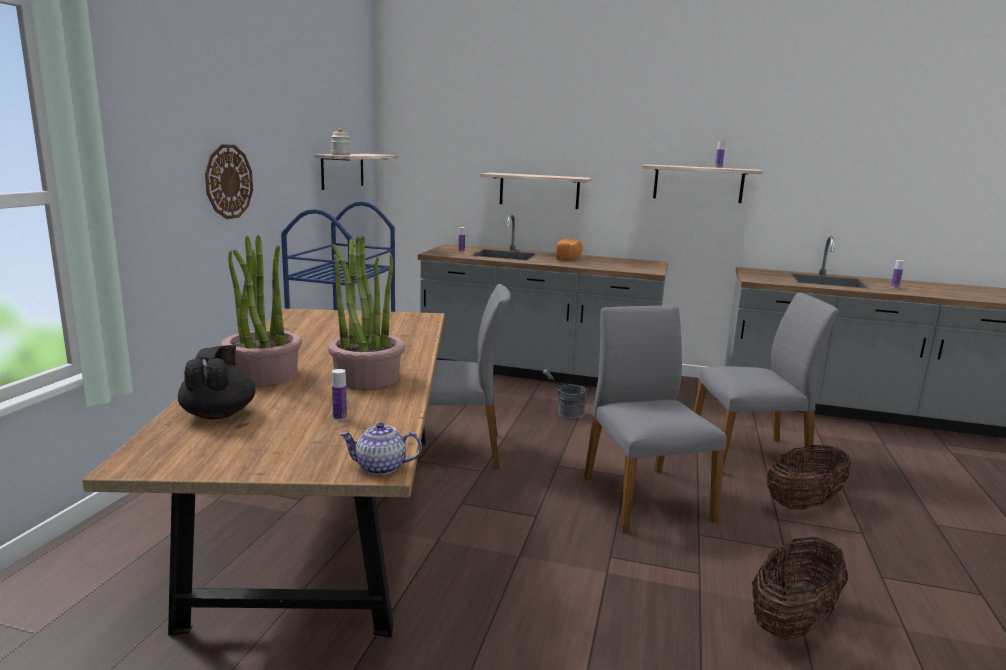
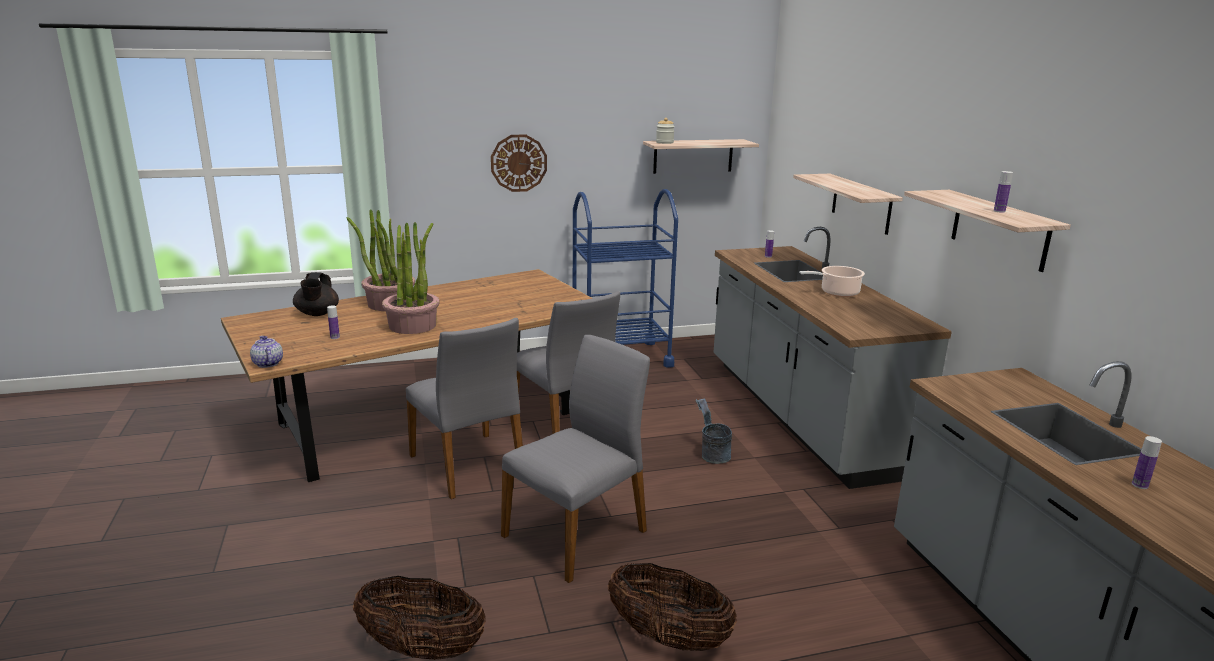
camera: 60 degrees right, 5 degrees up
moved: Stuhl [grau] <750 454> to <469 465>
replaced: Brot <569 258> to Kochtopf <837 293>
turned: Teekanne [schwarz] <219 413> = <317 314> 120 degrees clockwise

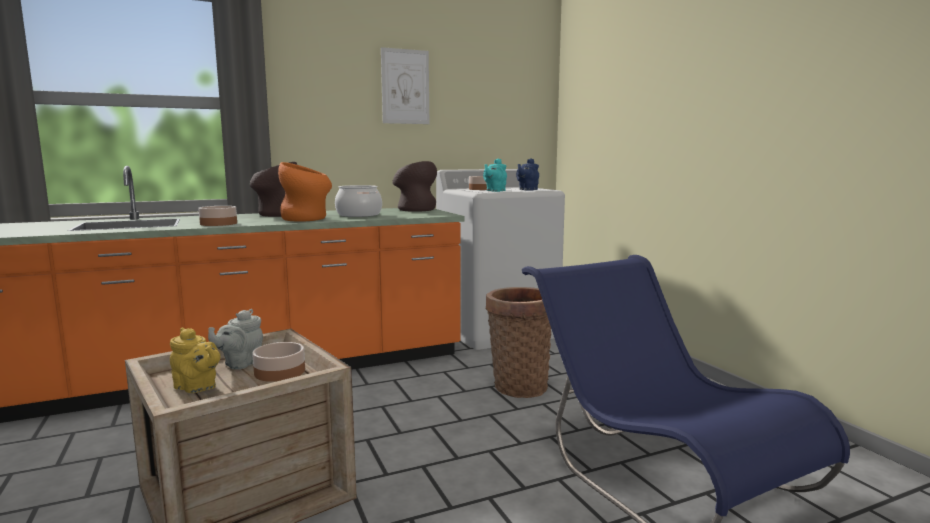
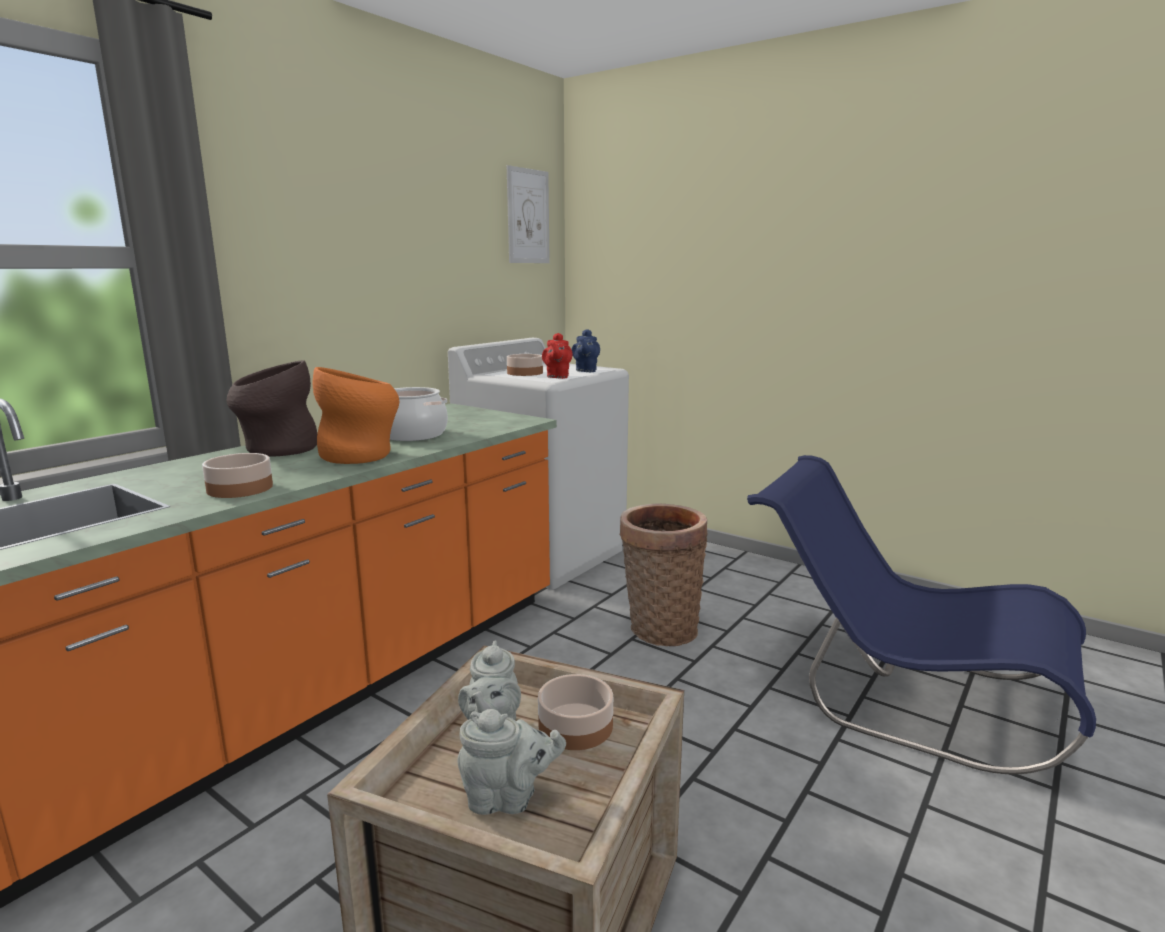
camera: 30 degrees left, 5 degrees up
removed: Vase [braun] <415 209>
moved: Bild <405 87> to <528 216>
recoloured: Teekanne [gelb] <197 388> to Teekanne [grau] <507 798>; Teekanne [türkis] <495 191> to Teekanne [rot] <557 377>

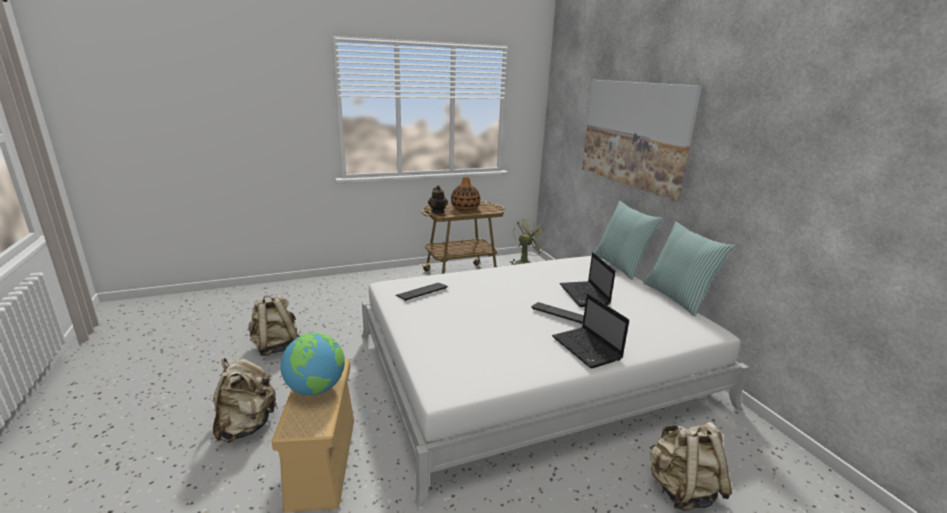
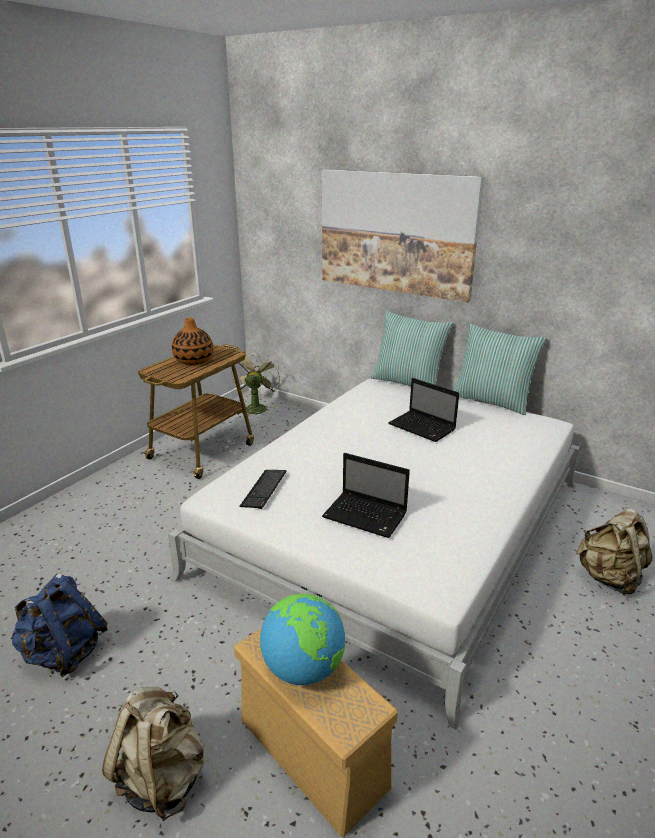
camera: 35 degrees left, 5 degrees up
removed: Teekanne <438 212>; Tastatur <559 313>
moved: Laptop <587 349> to <366 516>
recoloured: Rucksack [beige] <276 347> to Rucksack [blau] <64 653>

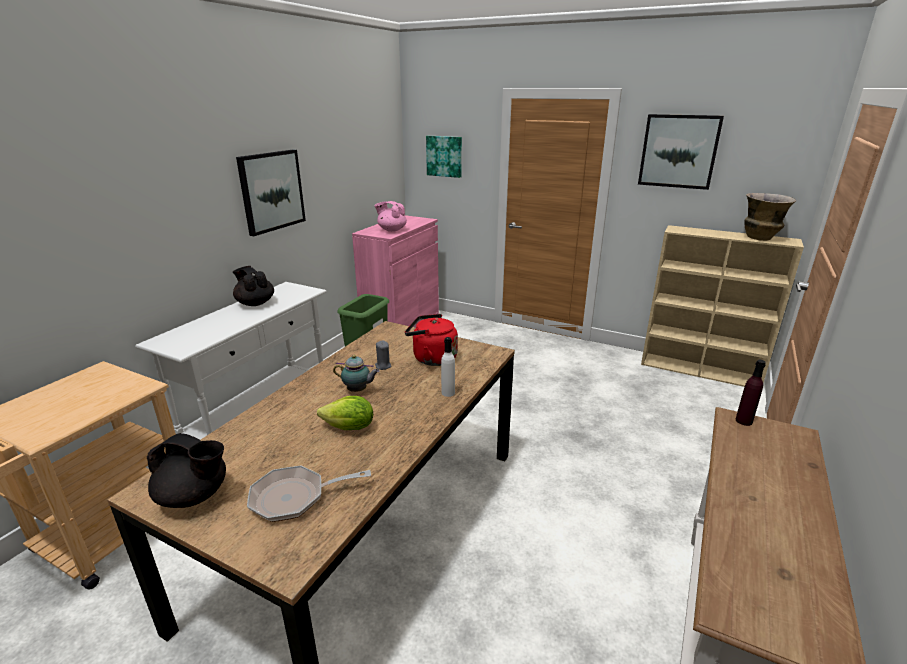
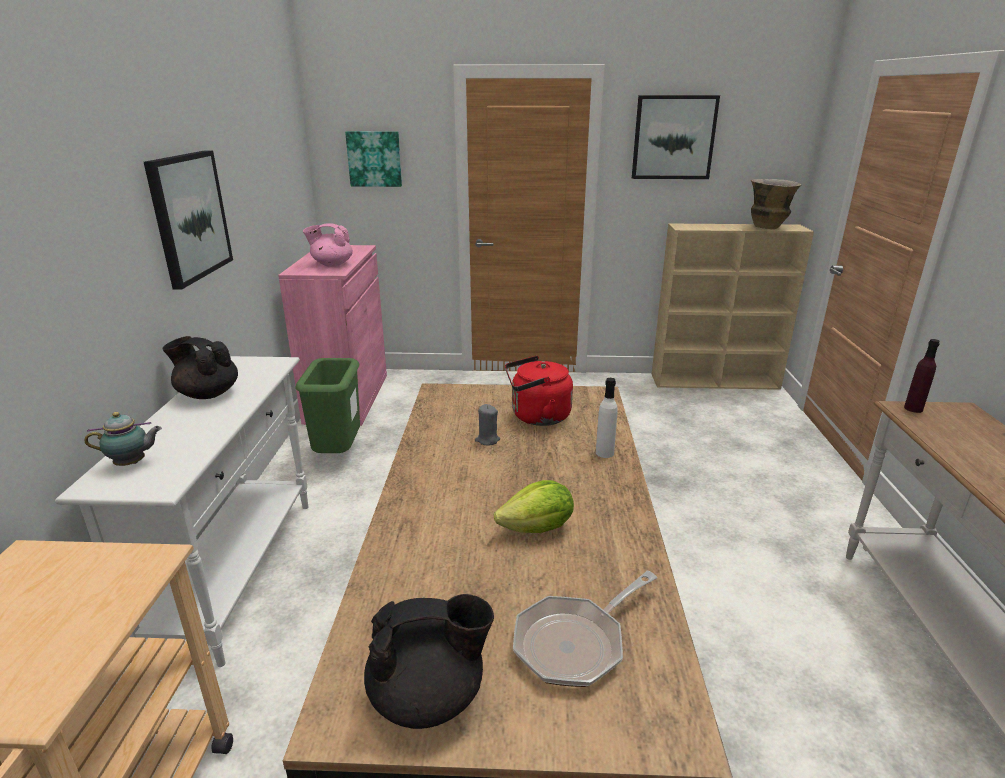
camera: 25 degrees left, 0 degrees up
moved: Teekanne <358 390> to <133 464>

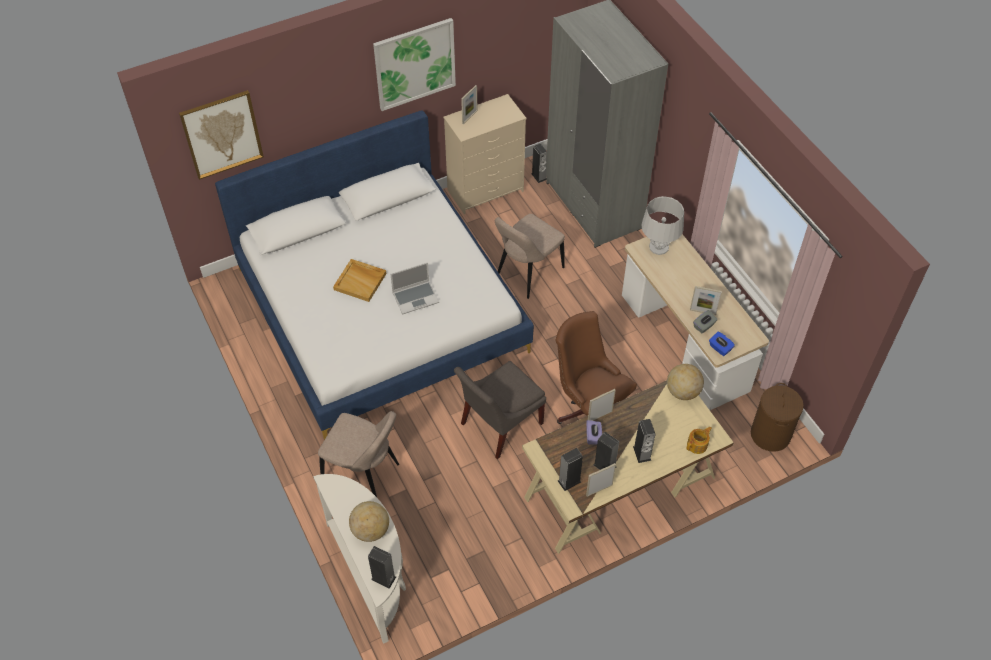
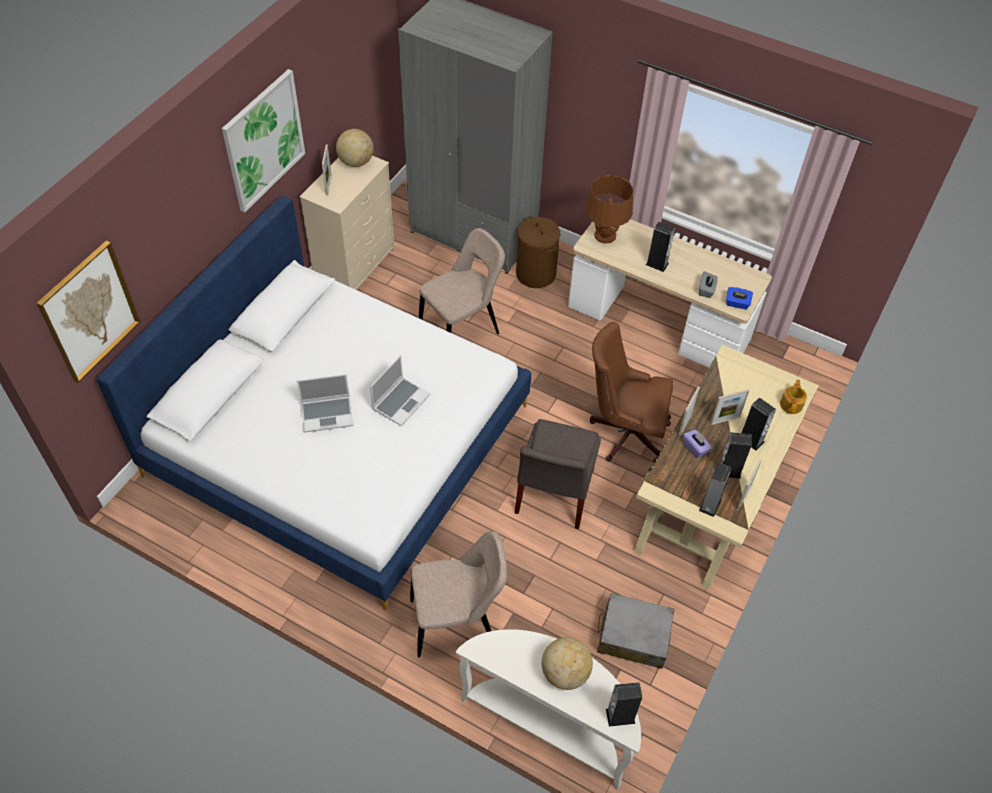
camera: 35 degrees left, 0 degrees up
added: Koffer [grau] <633 636>
moved: Globus <682 392> to <356 162>; Wäschekorb [braun] <770 435> to <536 274>; Lautsprecher <539 176> to <657 264>; Bilderrahmen <703 312> to <725 420>
replaced: Tablett [beige] <360 281> to Laptop <328 414>
recoloured: Tischlampe [grau] <658 247> to Tischlampe [braun] <605 235>
turned: Stuhl [beige] <527 274> = <462 330> 135 degrees counterclockwise

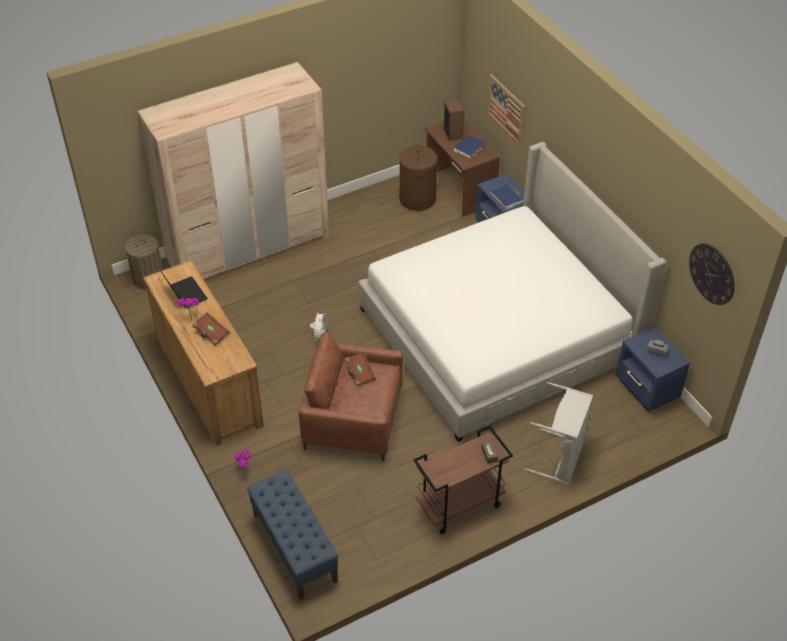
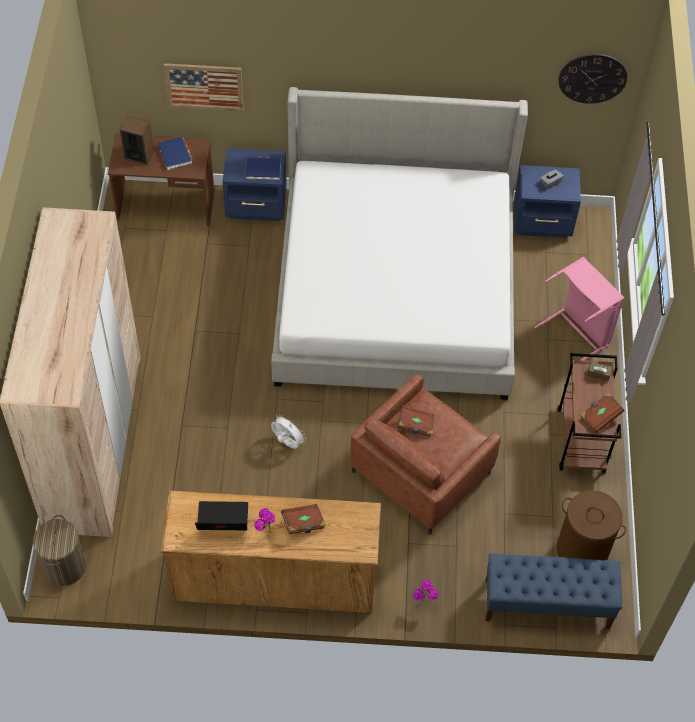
camera: 60 degrees left, 10 degrees up
added: Buch [braun] <600 416>
moved: Wäschekorb [braun] <417 199> to <582 550>
recoloured: Wäschekorb [grau] <561 459> to Wäschekorb [rosa] <577 332>

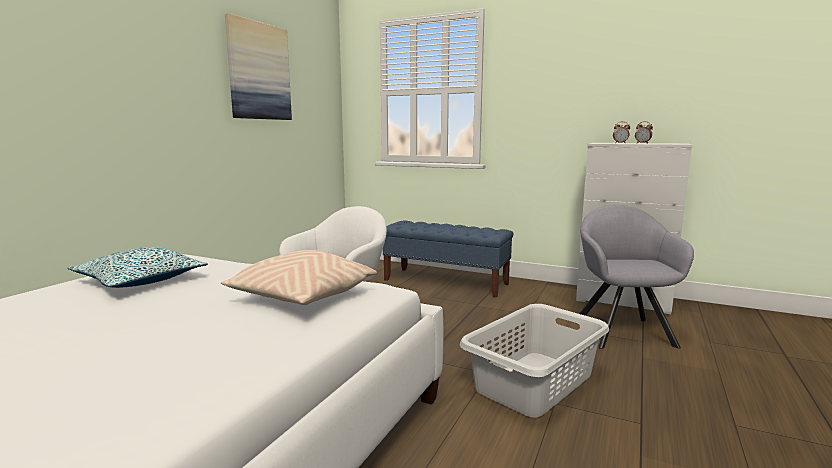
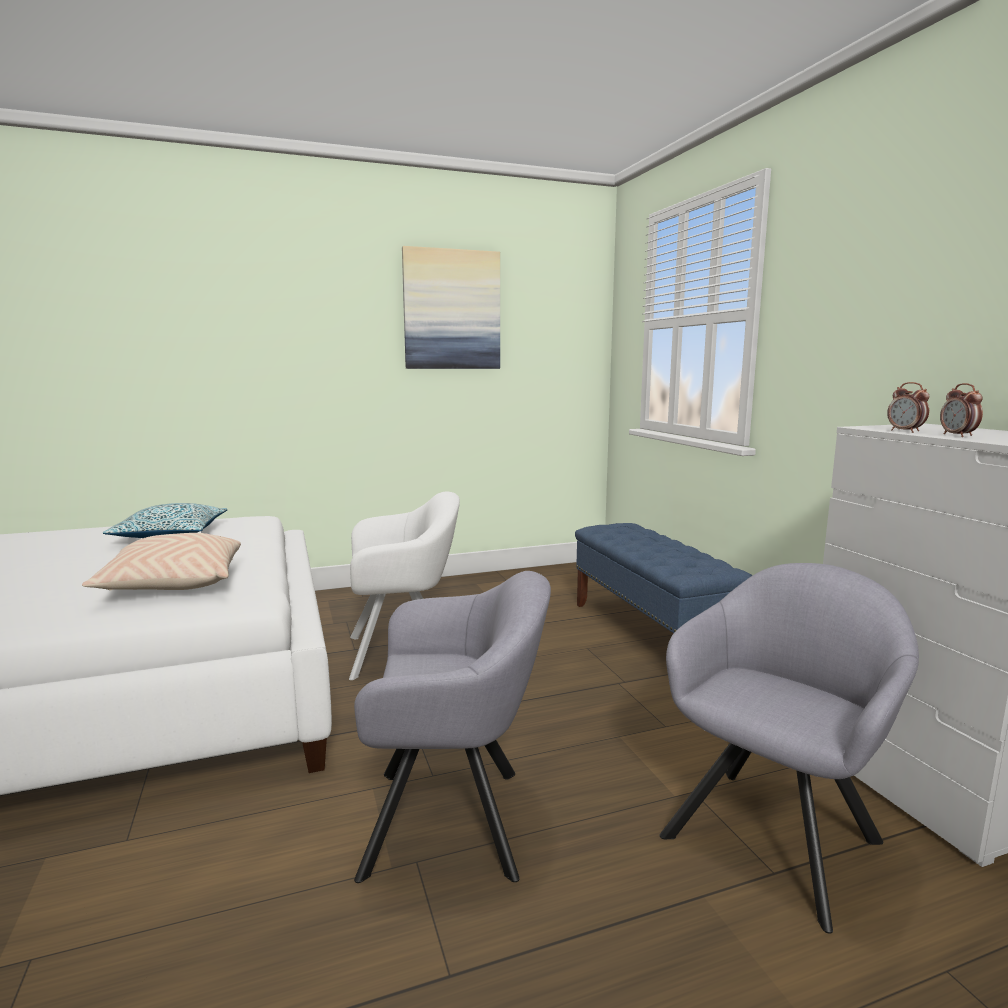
camera: 45 degrees right, 0 degrees up
replaced: Wäschekorb [grau] <535 382> to Sessel [grau] <456 821>

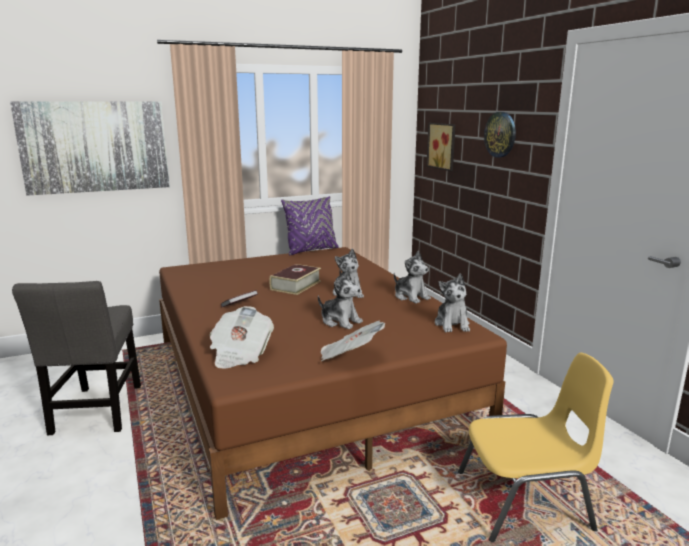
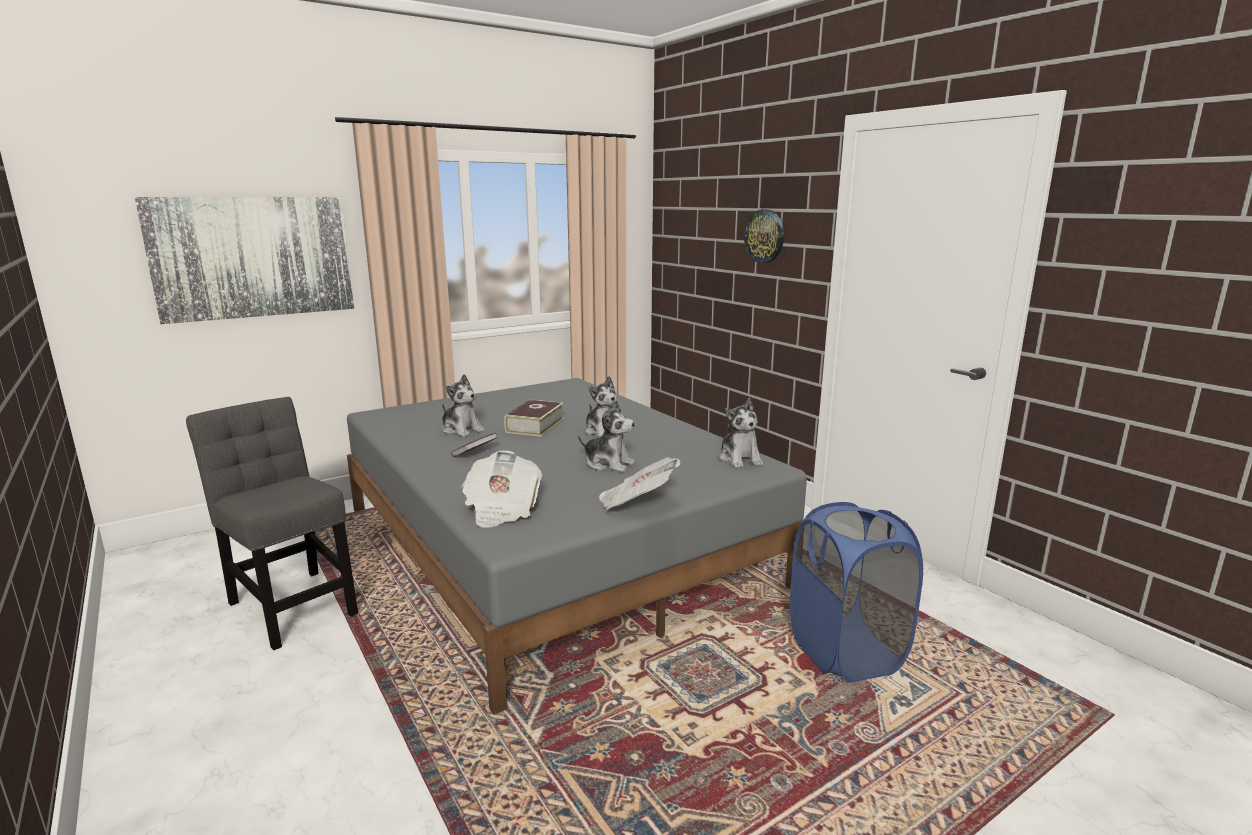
camera: 10 degrees left, 0 degrees up
removed: Kissen [lila] <311 250>; Bild <443 146>
moved: Plüschtier <411 297> to <462 430>
replaced: Stuhl [gelb] <525 501> to Wäschekorb [blau] <845 652>
recoloured: Bett [braun] <304 382> to Bett [grau] <552 544>
turned: Stuhl [grau] <96 412> = <291 605> 150 degrees clockwise

